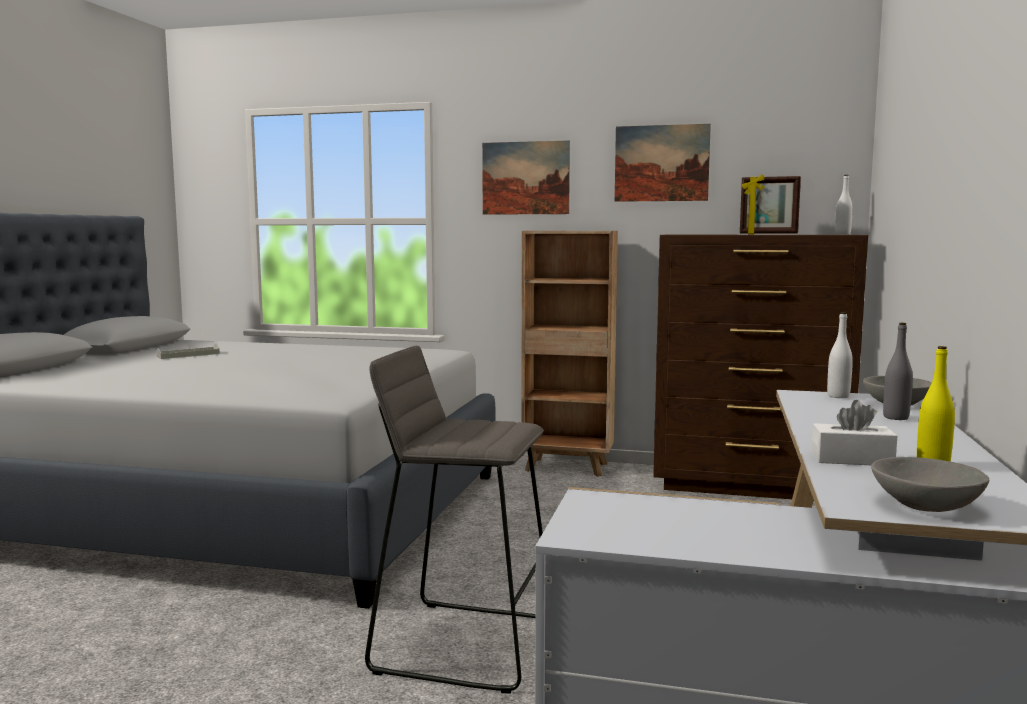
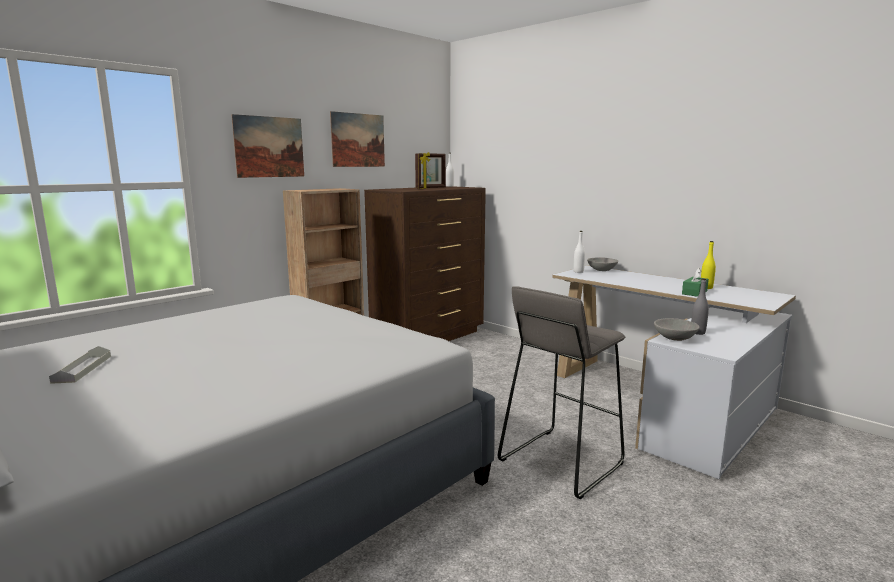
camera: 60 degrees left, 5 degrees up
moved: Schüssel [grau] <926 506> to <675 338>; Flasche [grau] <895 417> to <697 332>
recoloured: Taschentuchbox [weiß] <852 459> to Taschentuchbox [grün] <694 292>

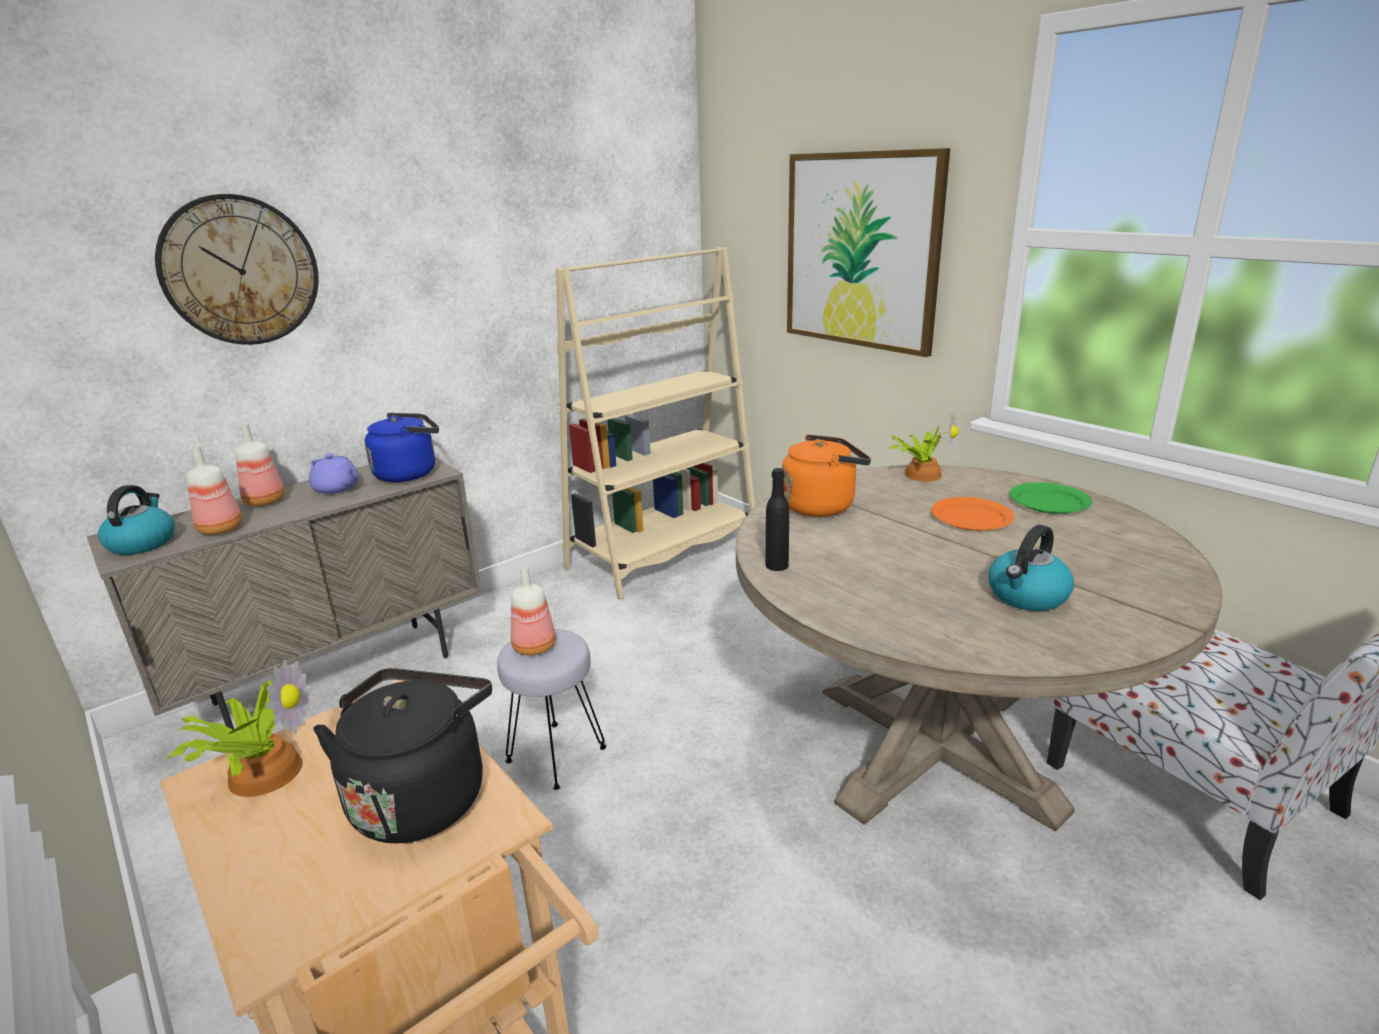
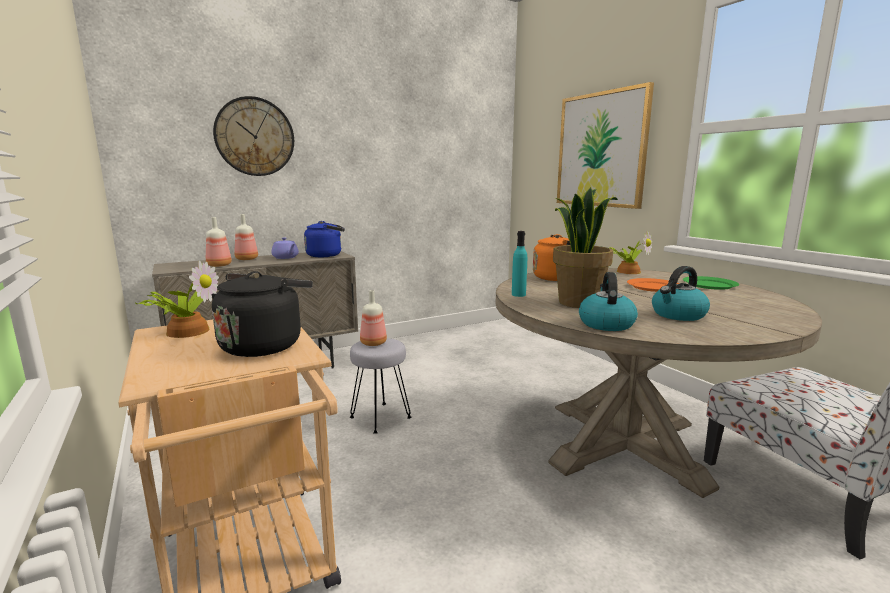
camera: 10 degrees right, 10 degrees down
removed: Bücherregal [beige] <664 554>
added: Topfpflanze <578 302>
moved: Wasserkessel <142 543> to <605 324>
recoloured: Flasche [schwarz] <777 565> to Flasche [türkis] <518 294>

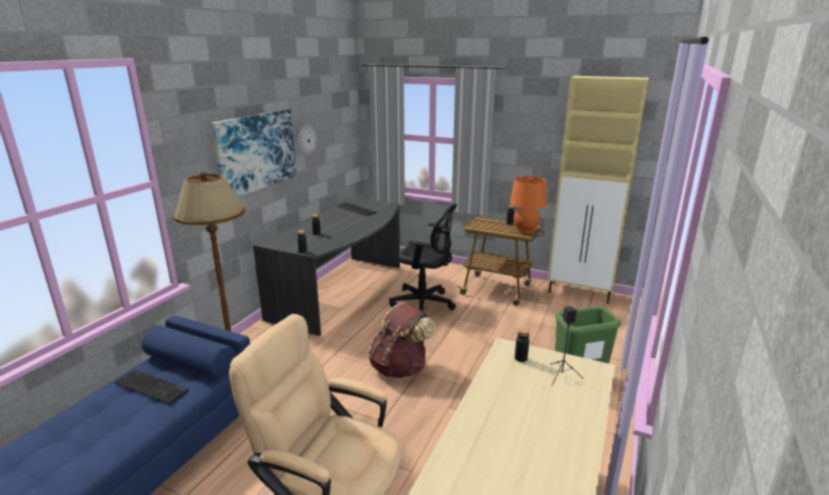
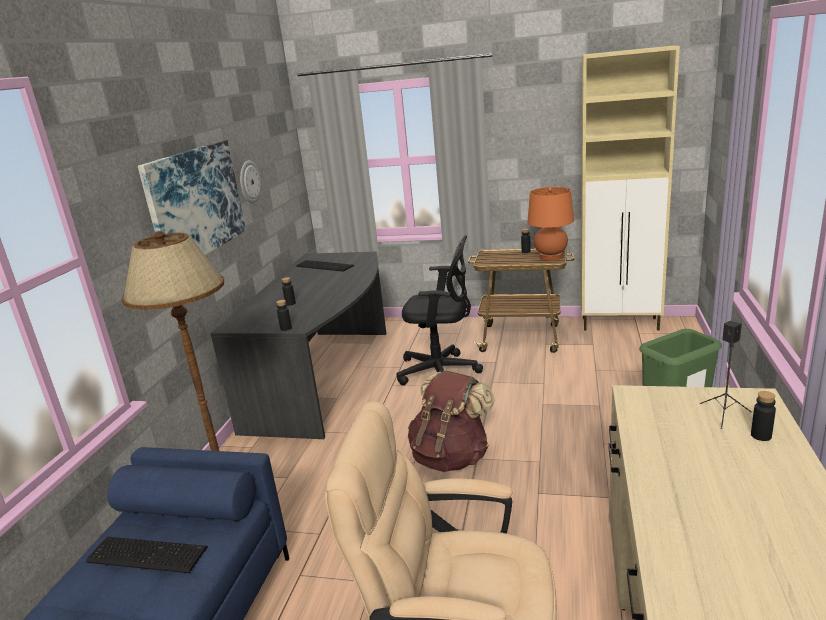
camera: 10 degrees left, 0 degrees up
moved: Flasche [schwarz] <521 358> to <761 435>

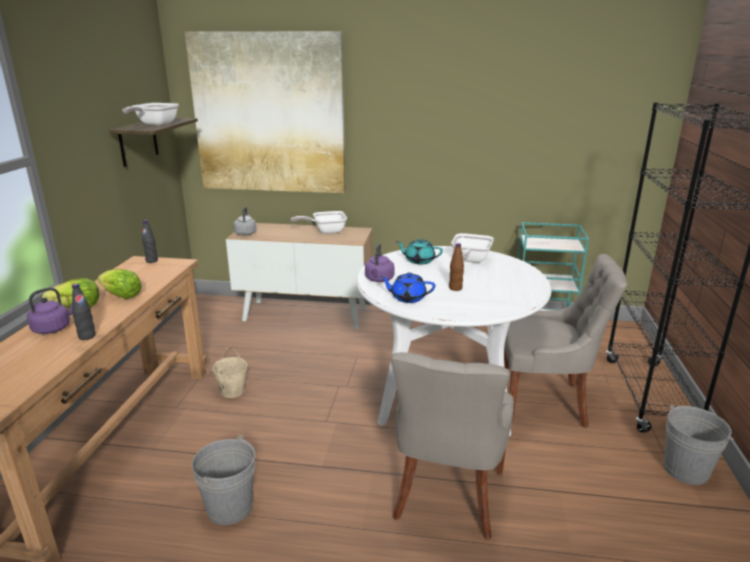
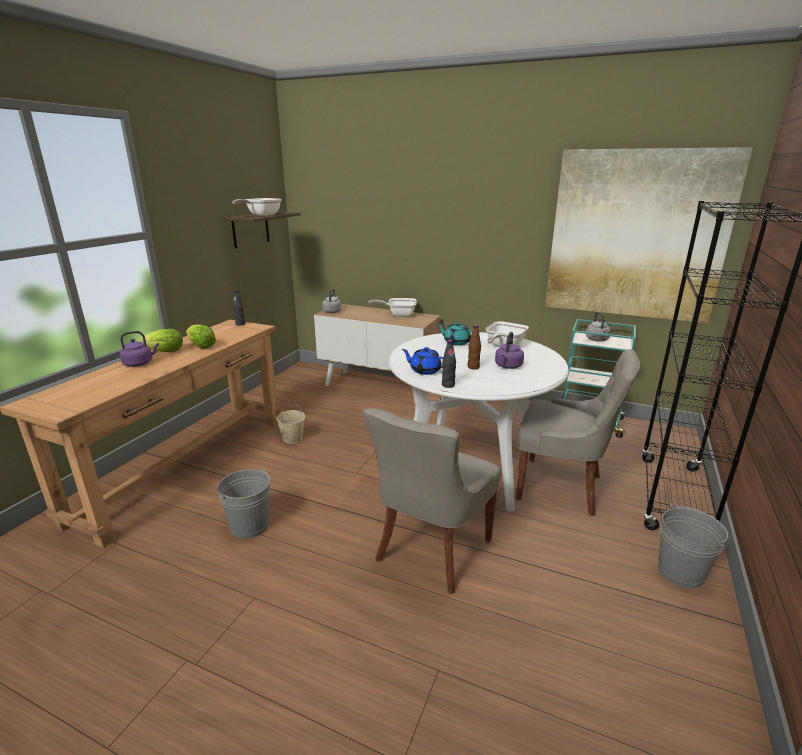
camera: 15 degrees right, 0 degrees up
added: Wasserkessel [grau] <597 340>
moved: Flasche [schwarz] <87 336> to <448 385>; Wasserkessel [lila] <379 280> to <508 366>; Bild <269 114> to <636 235>

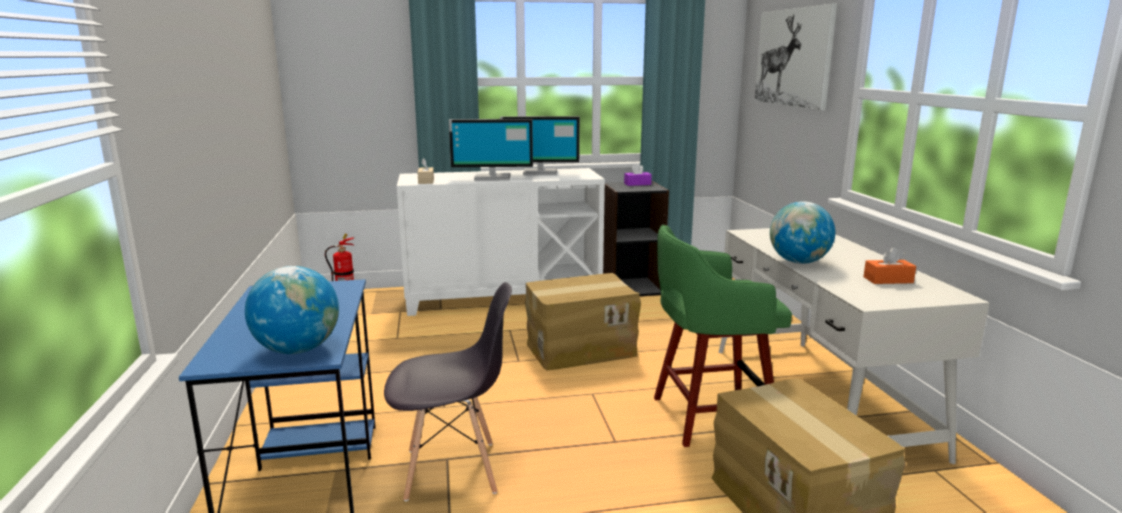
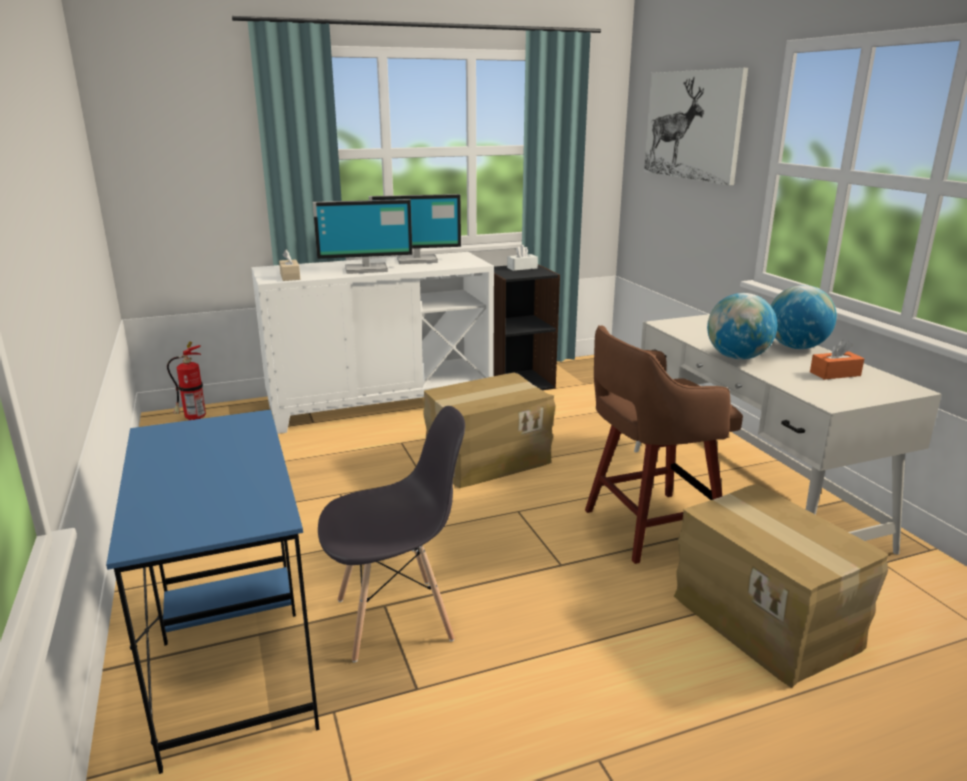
camera: 10 degrees left, 5 degrees up
moved: Globus <297 350> to <796 347>
recoloured: Taschentuchbox [lila] <637 184> to Taschentuchbox [weiß] <522 268>; Hocker [grün] <709 417> to Hocker [braun] <648 527>

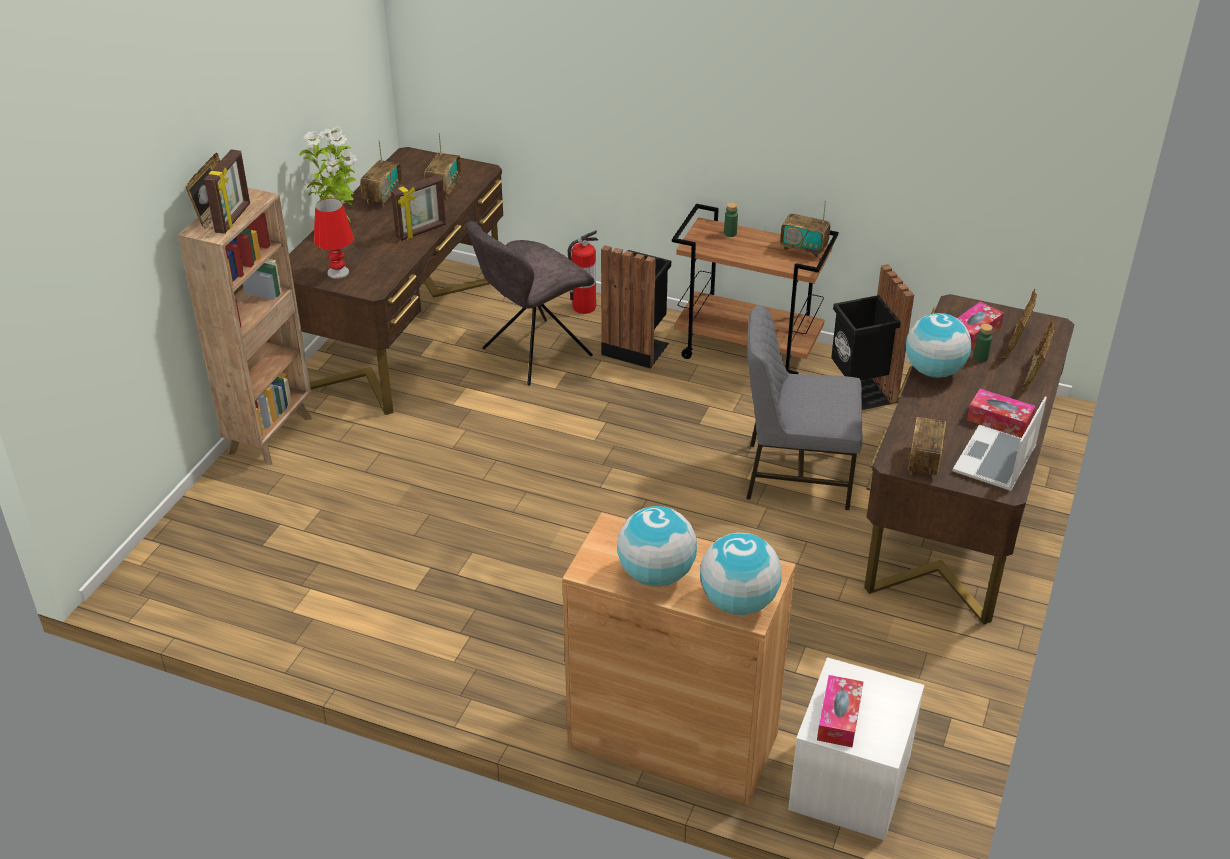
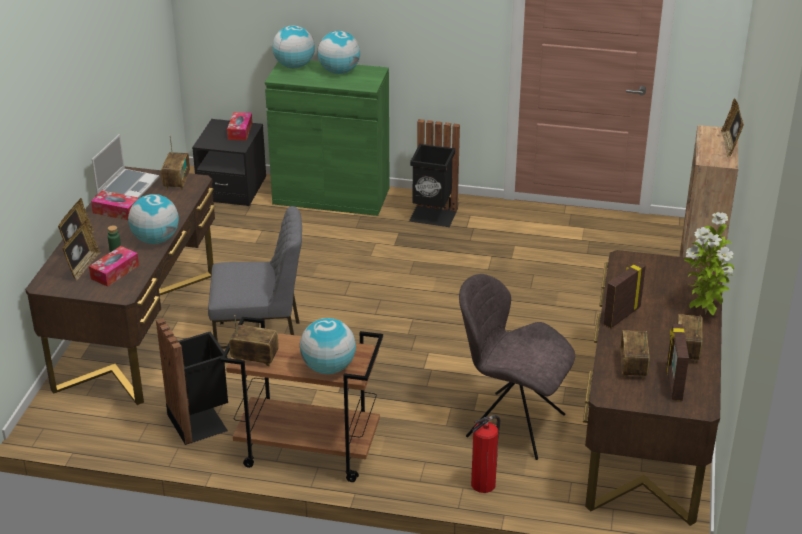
camera: 170 degrees right, 5 degrees down
removed: Tischlampe [rot] <338 272>
moved: Mülleimer [schwarz] <636 347> to <433 216>; Bilderrahmen <234 218> to <673 384>
replaced: Flasche [grün] <730 233> to Globus <328 368>
recoloured: Nachttisch [weiß] <849 784> to Nachttisch [schwarz] <232 189>; Schrank [braun] <673 740> to Schrank [grün] <331 196>
turned: Stuhl [grau] <533 354> = <512 424> 105 degrees counterclockwise

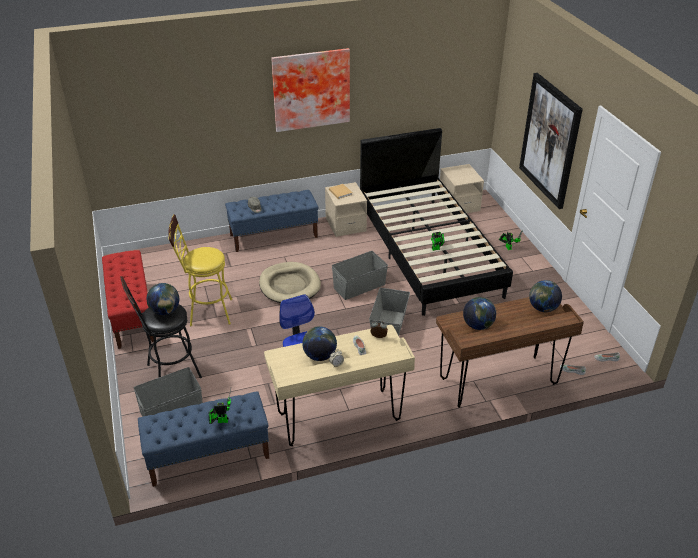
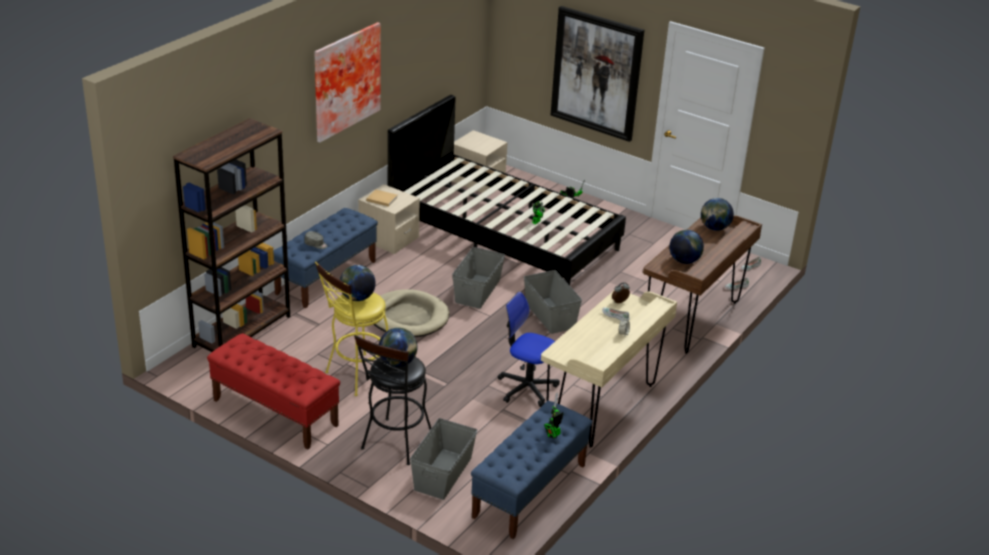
camera: 40 degrees left, 5 degrees down
added: Bücherregal [braun] <242 331>
moved: Globus <320 356> to <357 298>

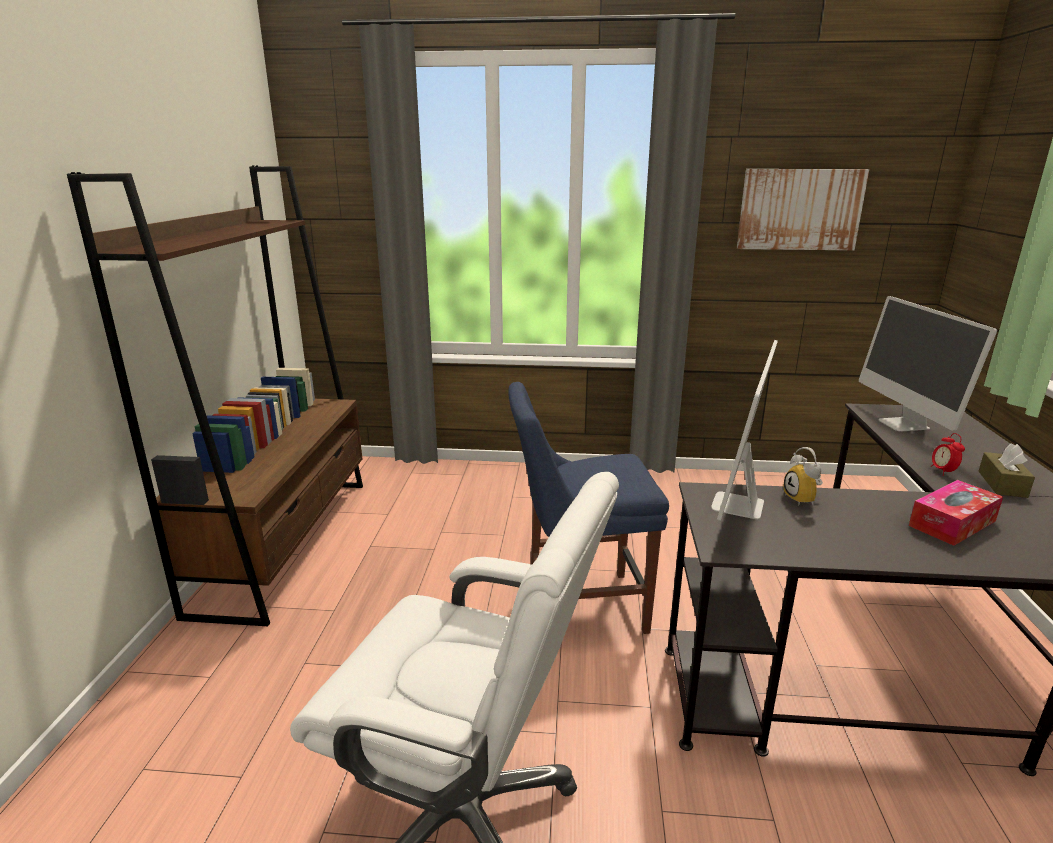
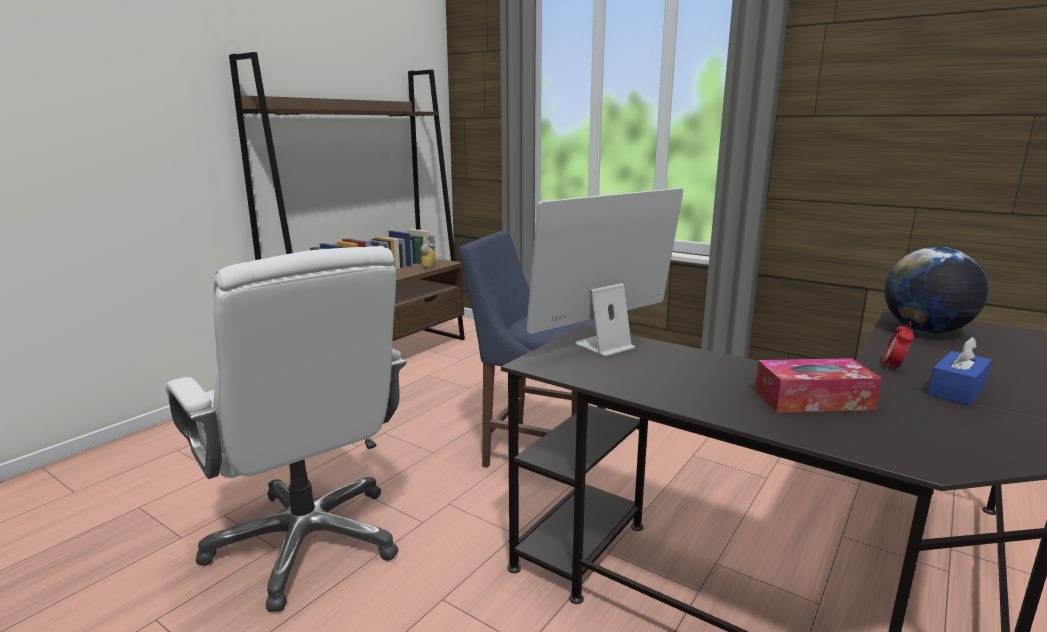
camera: 30 degrees right, 5 degrees down
removed: Bild <799 209>
moved: Wecker <804 499> to <431 267>
replaced: Monitor <903 424> to Globus <926 331>
recoloured: Taschentuchbox [braun] <1002 484> to Taschentuchbox [blau] <957 390>

